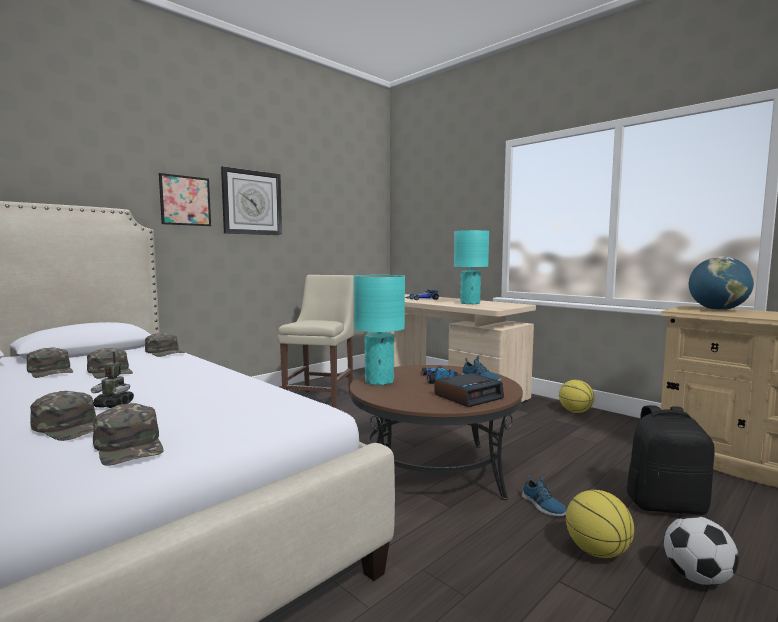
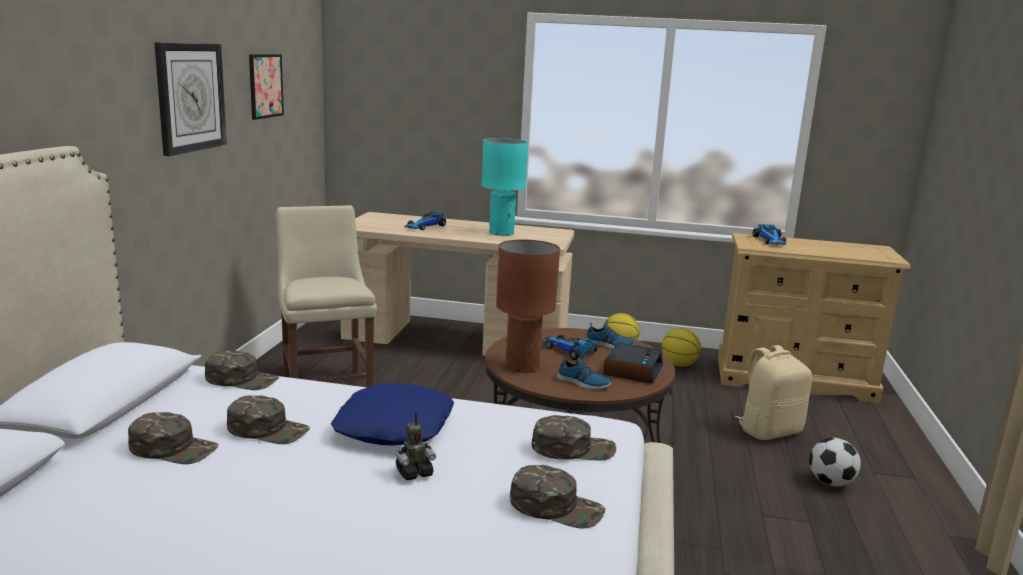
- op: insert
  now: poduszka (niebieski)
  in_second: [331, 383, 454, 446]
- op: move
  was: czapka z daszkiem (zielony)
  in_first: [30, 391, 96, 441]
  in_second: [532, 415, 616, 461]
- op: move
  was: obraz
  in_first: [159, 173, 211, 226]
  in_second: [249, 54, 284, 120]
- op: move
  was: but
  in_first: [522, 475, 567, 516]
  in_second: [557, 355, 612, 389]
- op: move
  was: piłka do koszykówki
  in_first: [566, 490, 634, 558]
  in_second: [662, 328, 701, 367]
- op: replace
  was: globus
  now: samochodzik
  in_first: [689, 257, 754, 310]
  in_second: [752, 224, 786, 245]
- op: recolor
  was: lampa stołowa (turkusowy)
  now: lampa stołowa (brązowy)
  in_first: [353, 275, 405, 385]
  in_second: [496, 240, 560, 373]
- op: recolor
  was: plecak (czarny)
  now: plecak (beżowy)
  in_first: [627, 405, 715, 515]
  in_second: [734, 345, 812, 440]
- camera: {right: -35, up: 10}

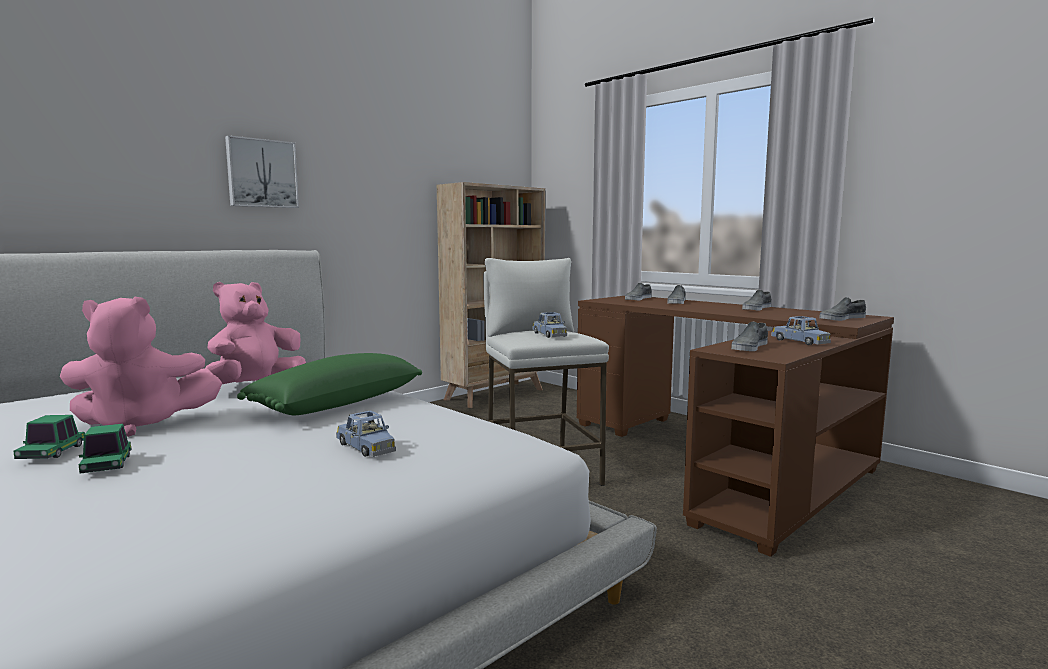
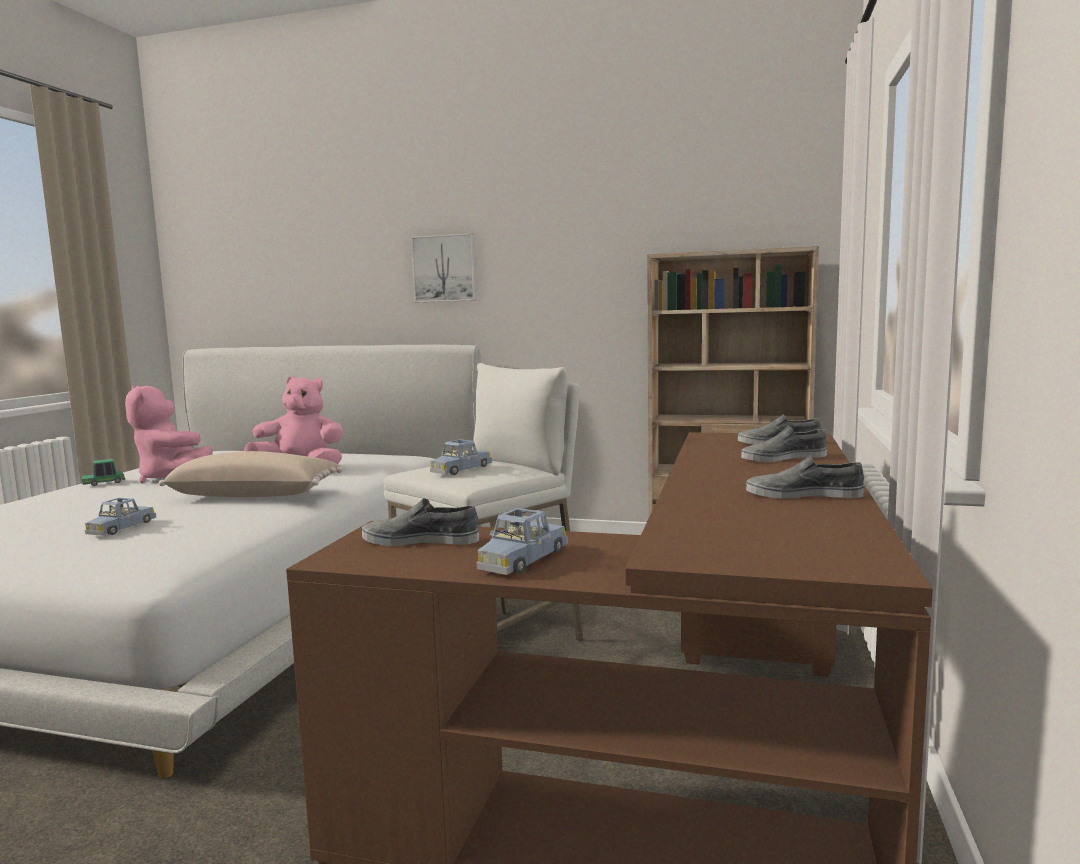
- op: delete
  was: samochodzik
  in_first: [79, 424, 131, 474]
- op: delete
  was: but (szary)
  in_first: [819, 297, 866, 321]
- op: recolor
  was: poduszka (zielony)
  now: poduszka (beżowy)
  in_first: [237, 353, 422, 415]
  in_second: [159, 451, 343, 497]
- camera: {right: 60, up: 0}

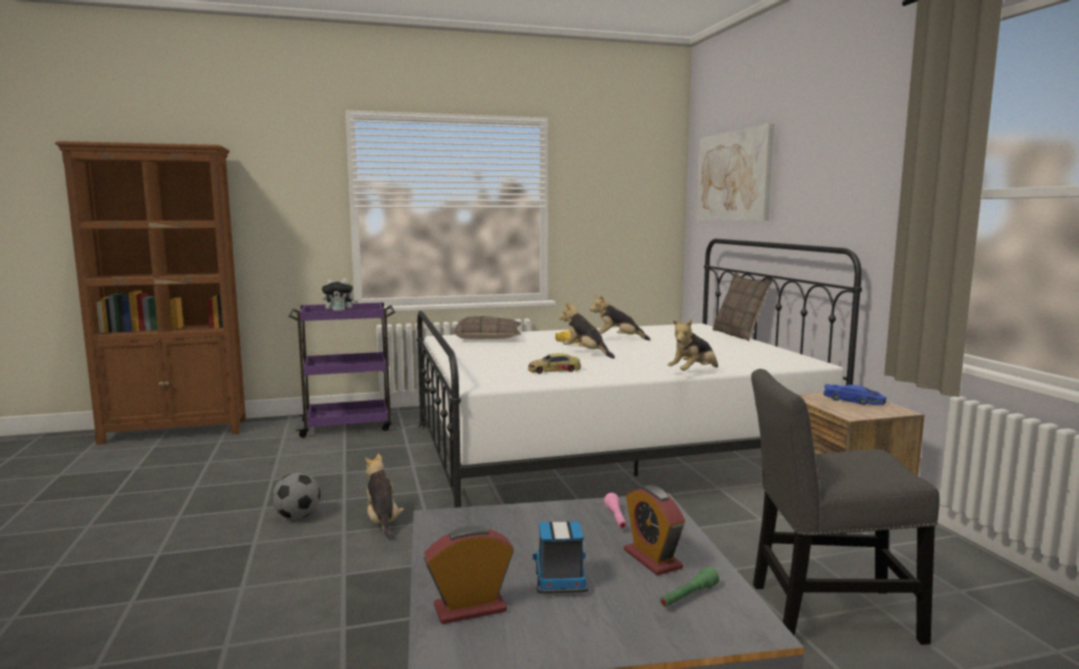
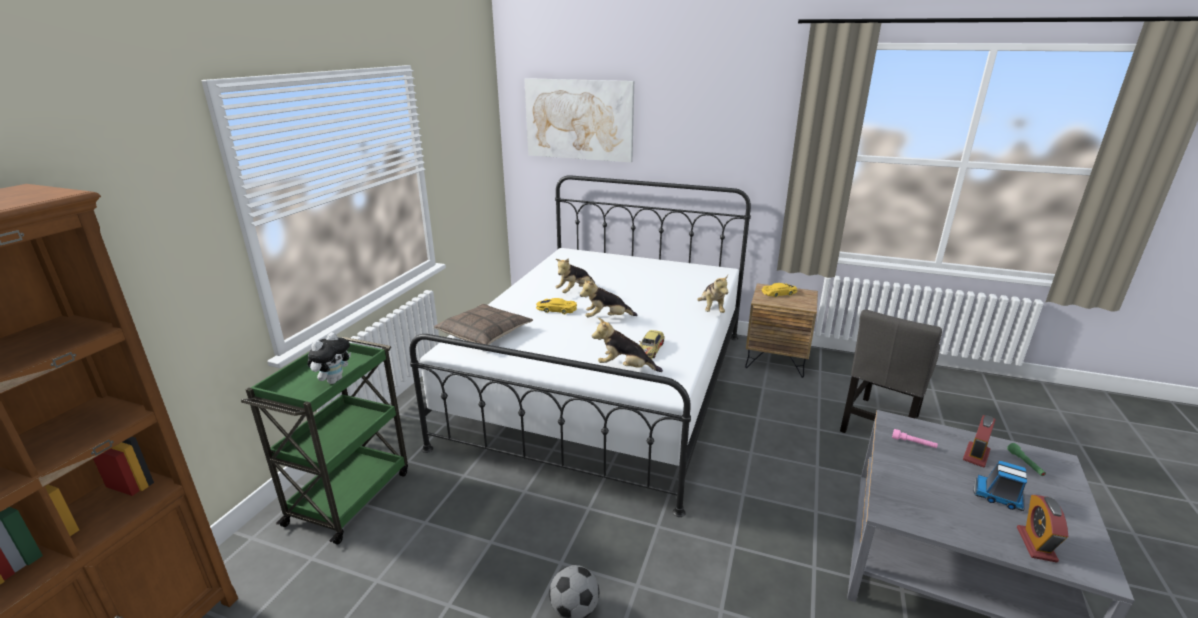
- op: delete
  was: poduszka
  in_first: [713, 273, 773, 341]
- op: move
  was: pluszak
  in_first: [365, 453, 404, 541]
  in_second: [592, 318, 663, 372]
- op: recolor
  was: wózek (fioletowy)
  now: wózek (zielony)
  in_first: [288, 302, 395, 438]
  in_second: [241, 337, 408, 545]
- op: recolor
  was: samochodzik (niebieski)
  now: samochodzik (żółty)
  in_first: [823, 384, 886, 405]
  in_second: [762, 283, 797, 298]
- op: rotate
  was: budzik
  in_first: [624, 485, 685, 576]
  in_second: [963, 415, 996, 468]
  clockwise: 120
- camera: {right: -55, up: 15}

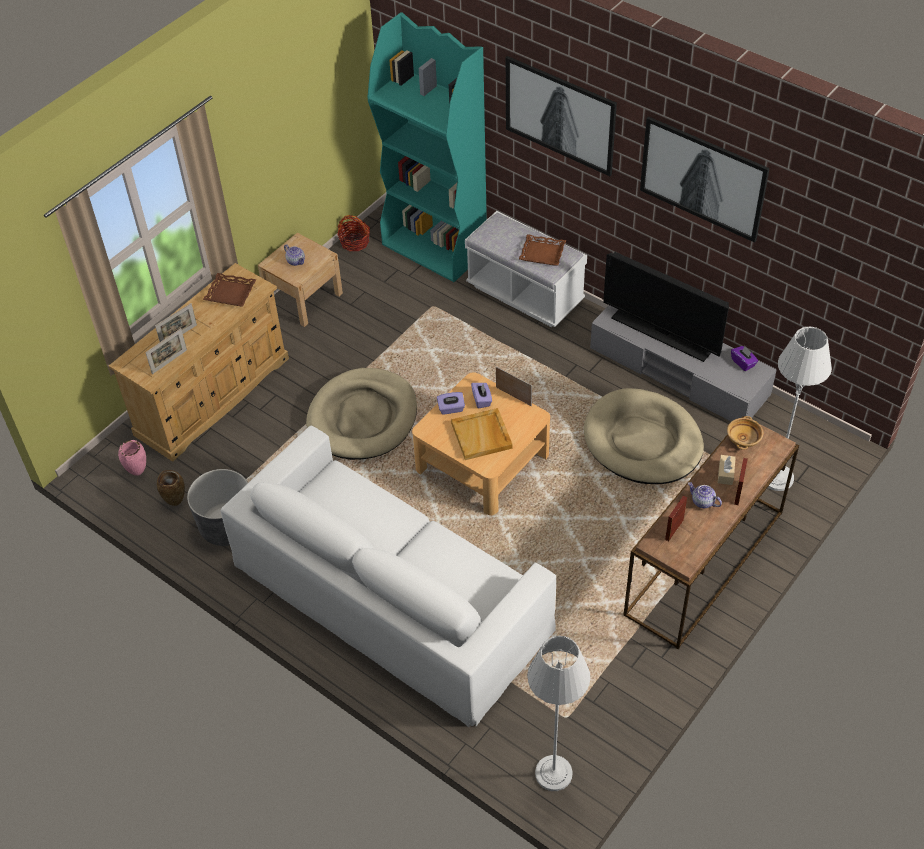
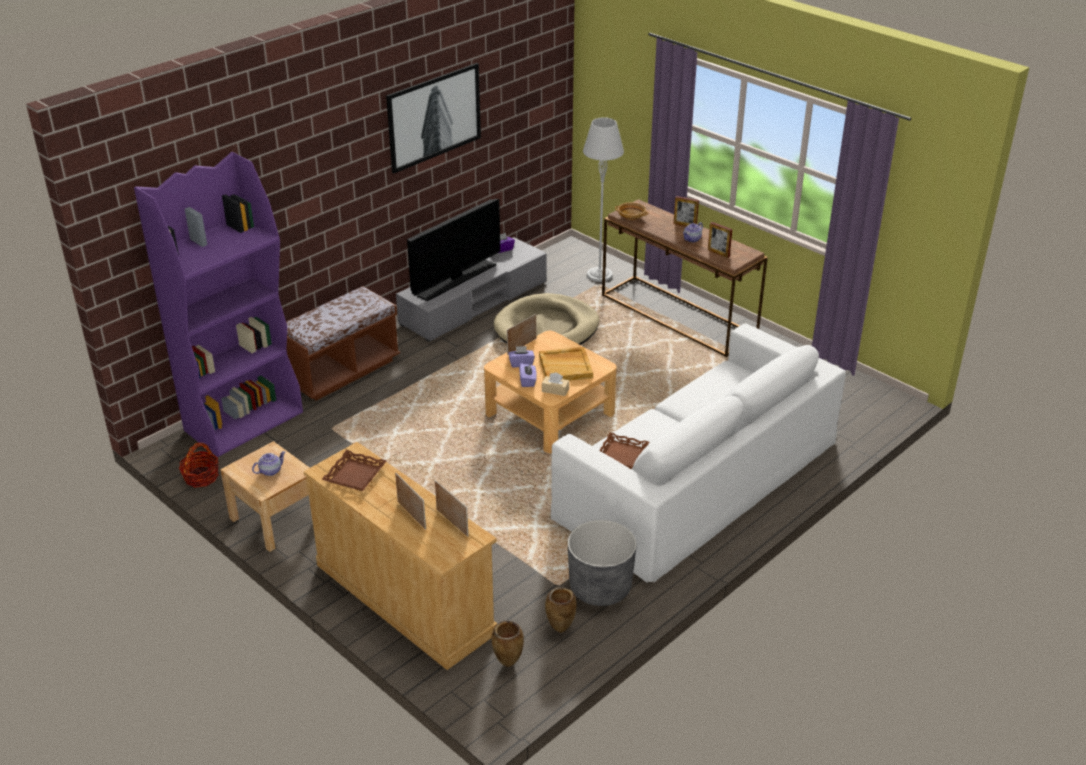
- op: delete
  was: legowisko (beżowy)
  in_first: [306, 368, 417, 460]
- op: delete
  was: obraz
  in_first: [506, 56, 617, 176]
- op: delete
  was: lampa stojąca (szary)
  in_first: [527, 636, 591, 791]
- op: move
  was: taca (brązowy)
  in_first: [519, 234, 566, 266]
  in_second: [600, 432, 649, 469]
- op: move
  was: pudełko chusteczek (beżowy)
  in_first: [718, 455, 736, 485]
  in_second: [542, 372, 569, 396]
- op: recolor
  was: wazon (różowy)
  now: wazon (brązowy)
  in_first: [118, 440, 146, 476]
  in_second: [491, 621, 524, 667]
- op: recolor
  was: regał (turkusowy)
  now: regał (fioletowy)
  in_first: [368, 12, 487, 282]
  in_second: [134, 152, 303, 457]
- op: recolor
  was: ławka (biały)
  now: ławka (brązowy)
  in_first: [465, 211, 587, 327]
  in_second: [286, 286, 400, 401]
- camera: {right: -85, up: -15}

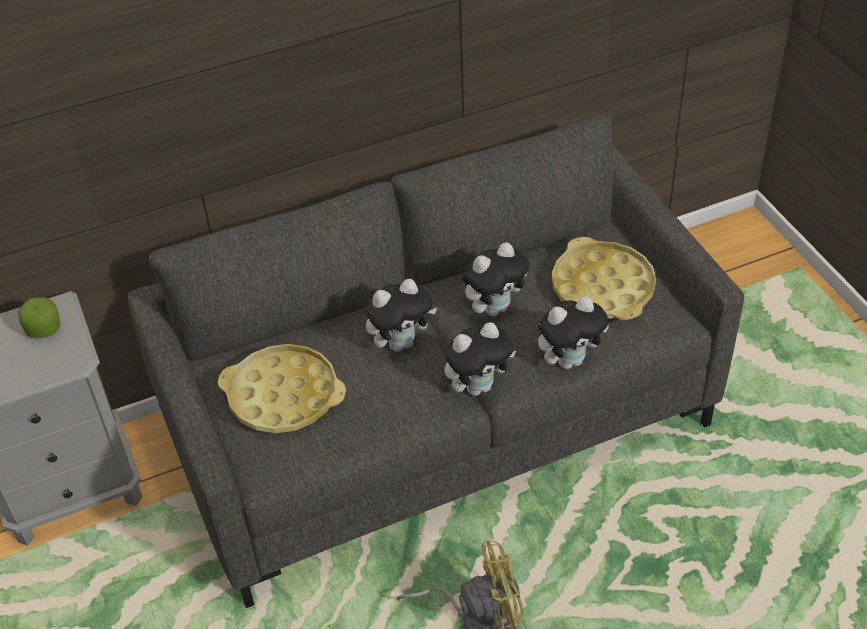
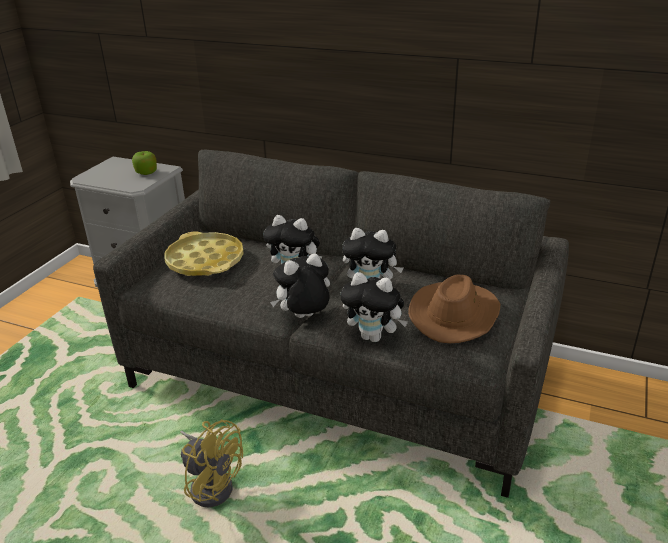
- op: replace
  was: taca (żółty)
  now: kapelusz (brązowy)
  in_first: [552, 237, 656, 320]
  in_second: [408, 275, 500, 343]
- op: rotate
  was: pluszak
  in_first: [445, 322, 516, 396]
  in_second: [270, 253, 330, 318]
  clockwise: 135
- camera: {right: 45, up: -15}

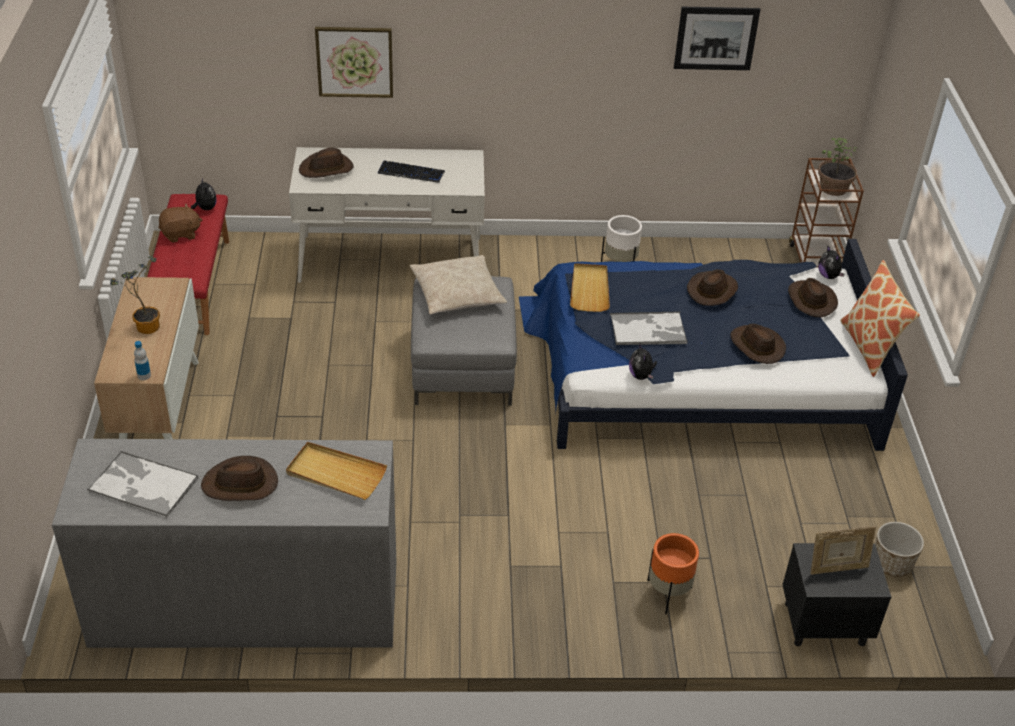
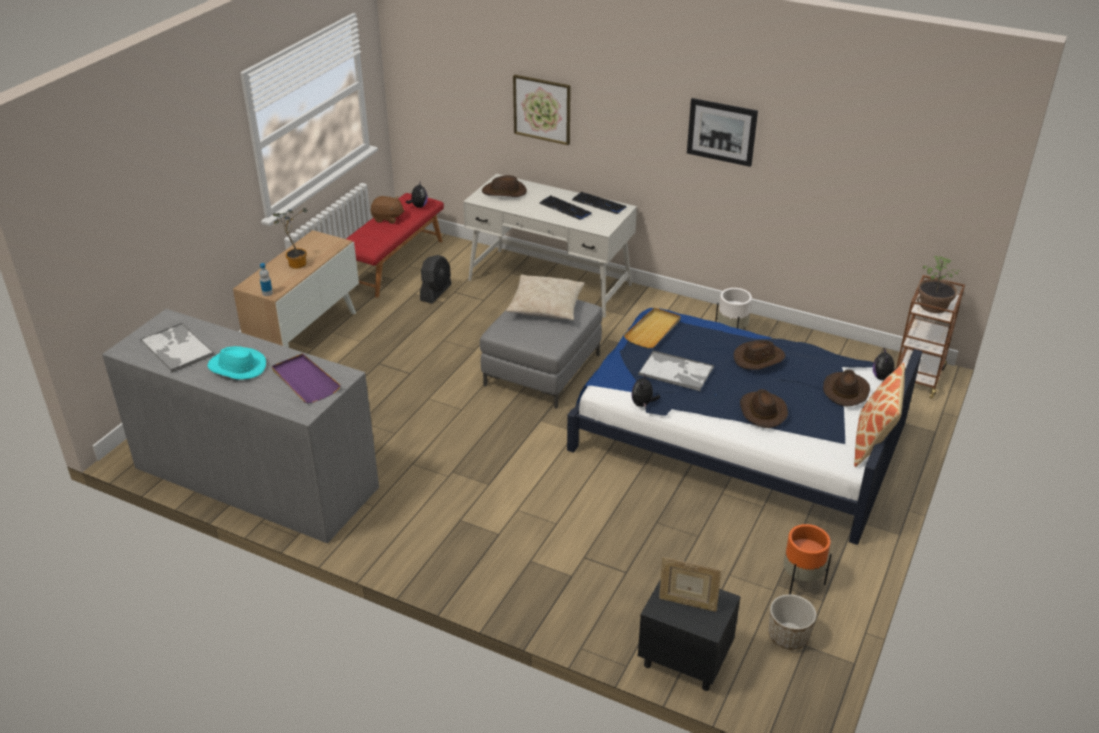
- op: insert
  now: wentylator (czarny)
  in_second: [420, 255, 452, 304]
- op: insert
  now: klawiatura
  in_second: [572, 192, 626, 214]
- op: move
  was: donica (pomarańczowy)
  in_first: [647, 533, 699, 614]
  in_second: [784, 524, 832, 594]
- op: move
  was: obraz
  in_first: [674, 7, 760, 70]
  in_second: [687, 98, 758, 167]
- op: recolor
  was: kapelusz (brązowy)
  now: kapelusz (turkusowy)
  in_first: [201, 456, 278, 501]
  in_second: [207, 346, 266, 380]
- op: recolor
  was: taca (beżowy)
  now: taca (fioletowy)
  in_first: [286, 442, 387, 500]
  in_second: [272, 353, 341, 403]
- camera: {right: 30, up: -5}

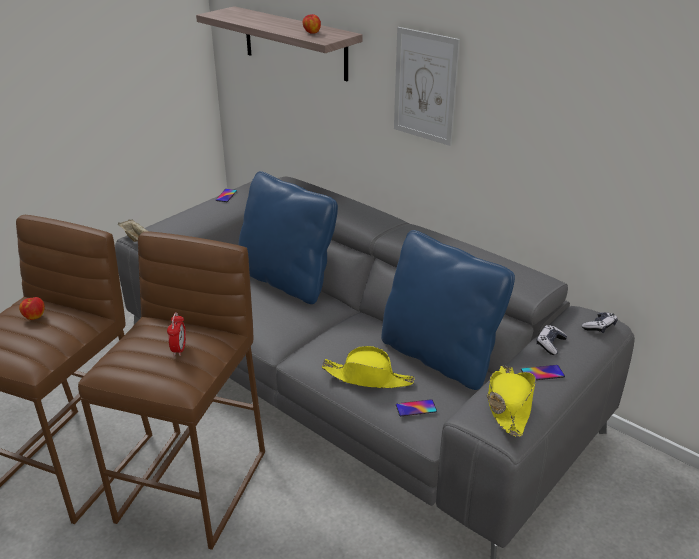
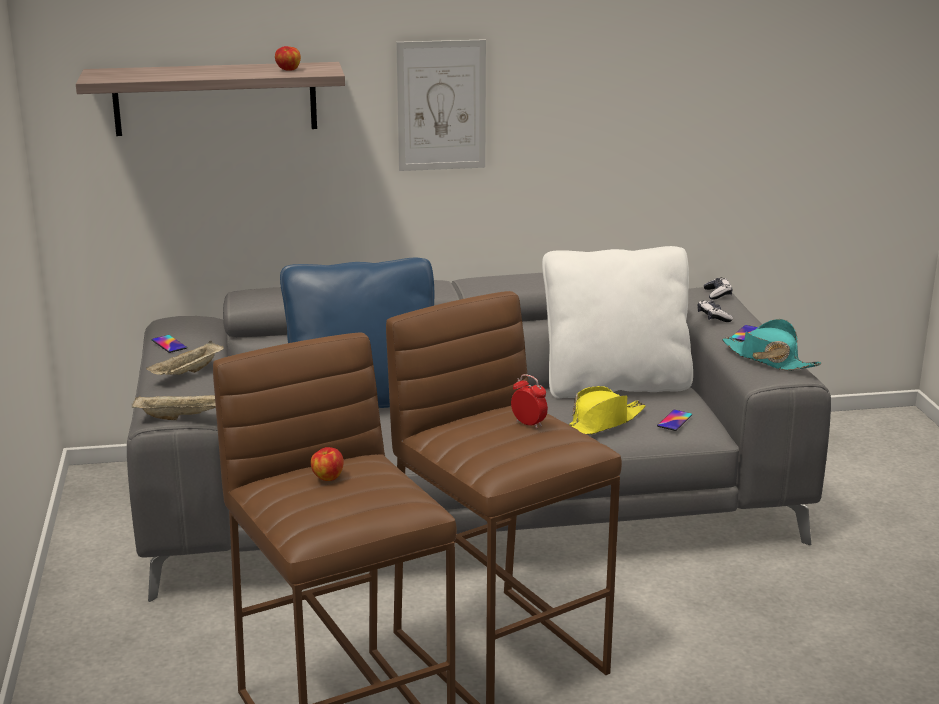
- op: insert
  now: taca (beżowy)
  in_second: [146, 341, 224, 375]
- op: recolor
  was: poduszka (niebieski)
  now: poduszka (biały)
  in_first: [381, 230, 515, 390]
  in_second: [542, 246, 693, 399]
- op: recolor
  was: kapelusz (żółty)
  now: kapelusz (turkusowy)
  in_first: [487, 365, 536, 437]
  in_second: [722, 319, 821, 371]
- camera: {right: -50, up: -10}

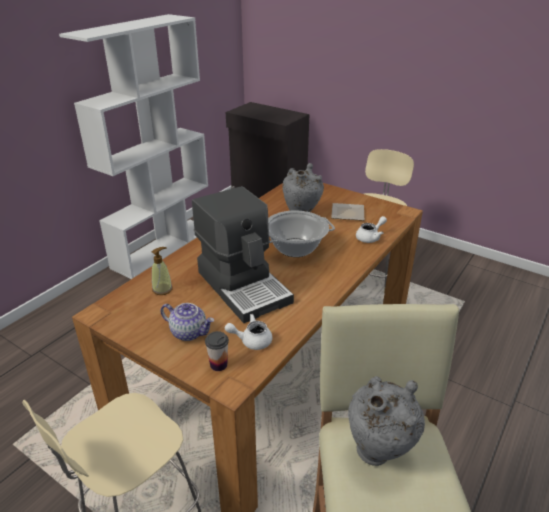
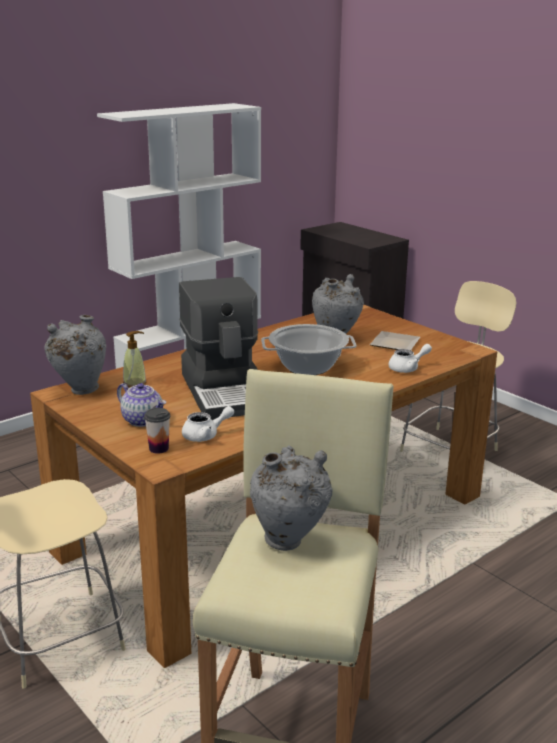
- op: insert
  now: wazon (szary)
  in_second: [44, 315, 106, 395]
- op: rotate
  was: imbryk (biały)
  in_first: [225, 314, 272, 350]
  in_second: [182, 406, 234, 442]
  clockwise: 150
- camera: {right: 15, up: -10}

